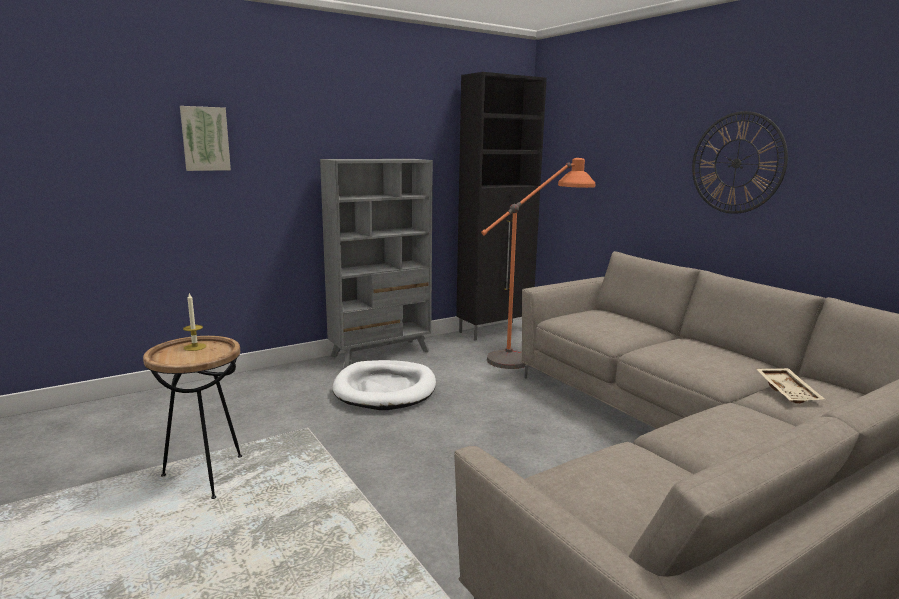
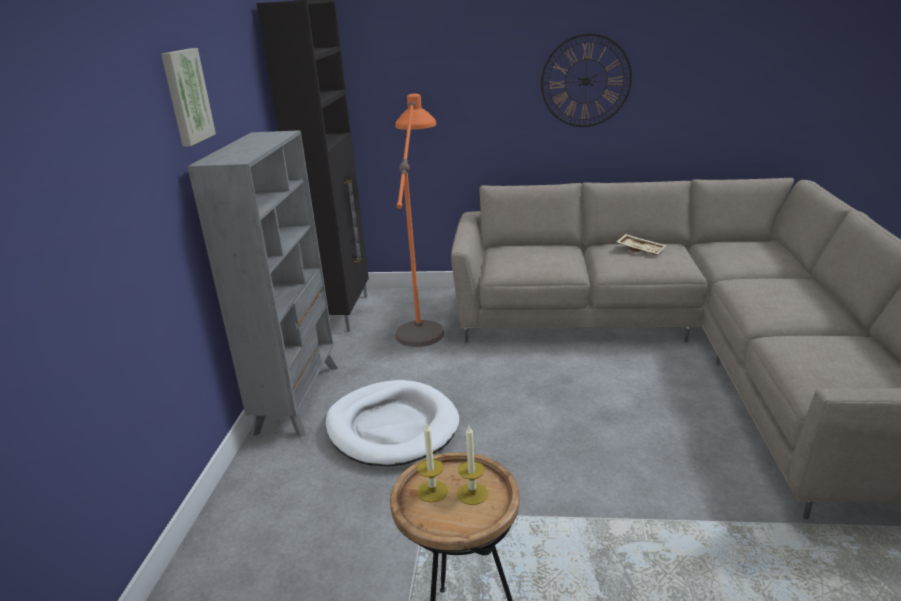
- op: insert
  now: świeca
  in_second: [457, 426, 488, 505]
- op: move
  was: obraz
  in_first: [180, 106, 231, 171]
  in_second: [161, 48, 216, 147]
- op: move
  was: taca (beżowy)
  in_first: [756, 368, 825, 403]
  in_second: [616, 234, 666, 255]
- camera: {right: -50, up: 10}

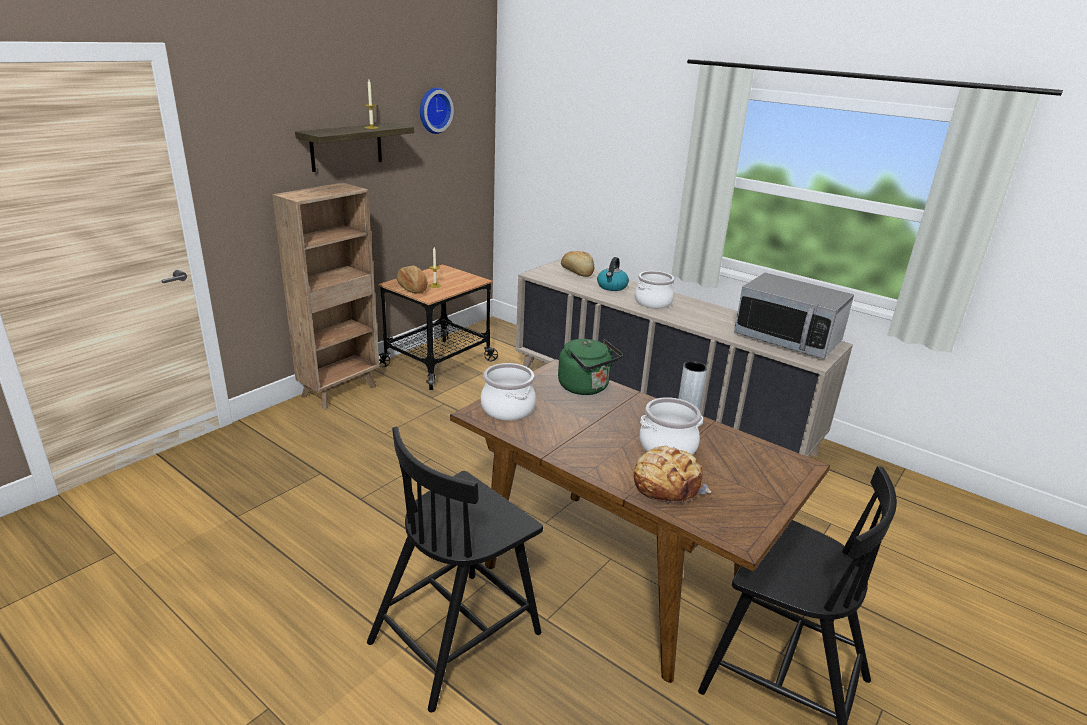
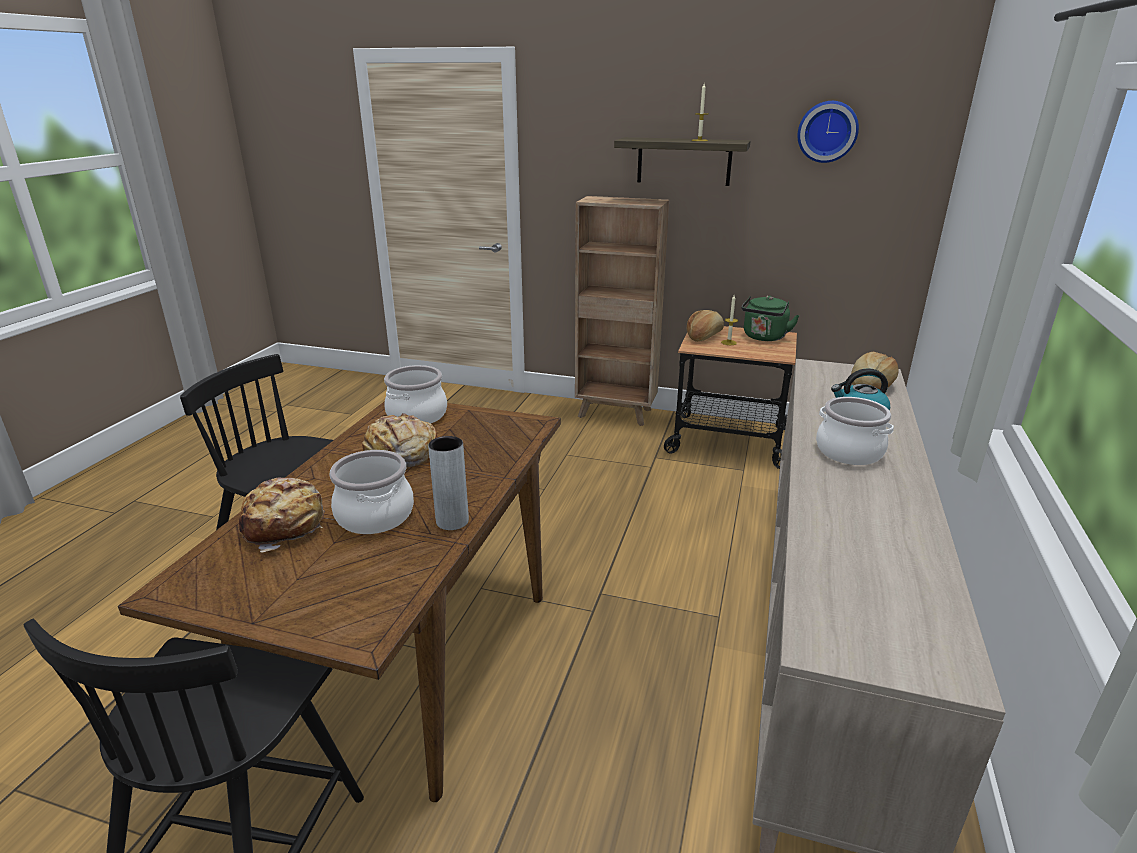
- op: delete
  was: mikrofalówka
  in_first: [734, 273, 854, 359]
- op: insert
  now: chleb
  in_second: [362, 413, 438, 468]
- op: move
  was: czajnik (zielony)
  in_first: [558, 339, 623, 395]
  in_second: [741, 296, 800, 341]
- camera: {right: 70, up: 0}

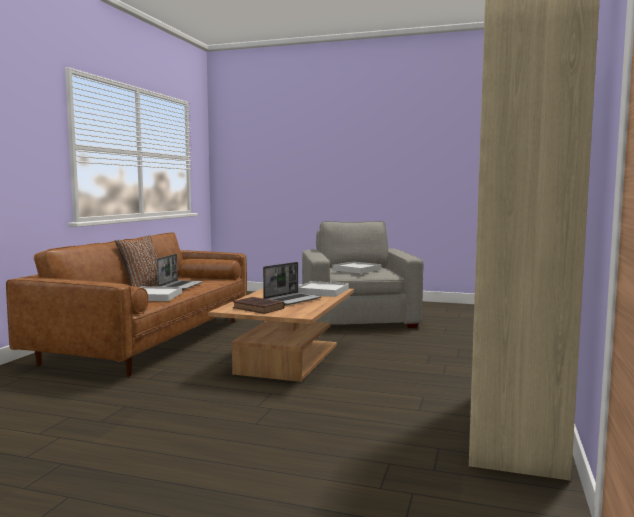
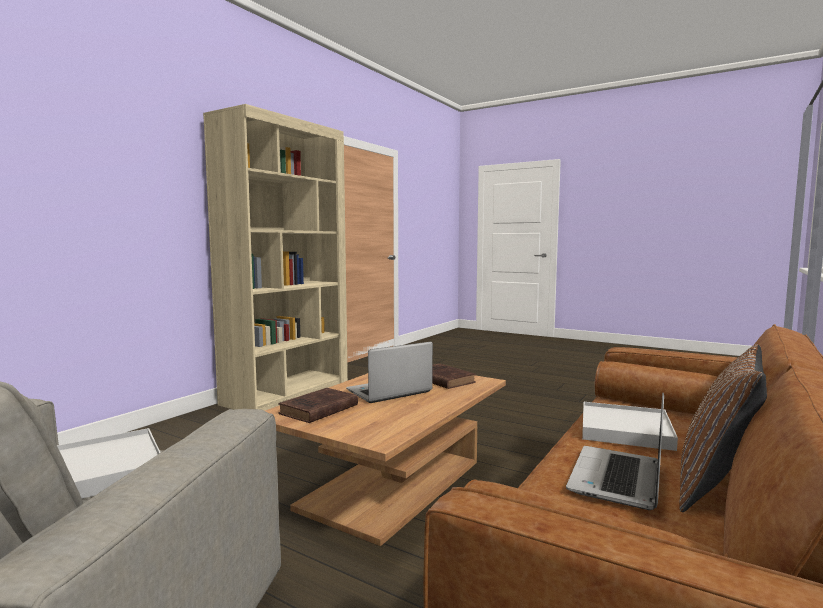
- op: replace
  was: taca (biały)
  now: książka (brązowy)
  in_first: [298, 281, 349, 297]
  in_second: [278, 388, 358, 423]
- camera: {right: -165, up: 0}

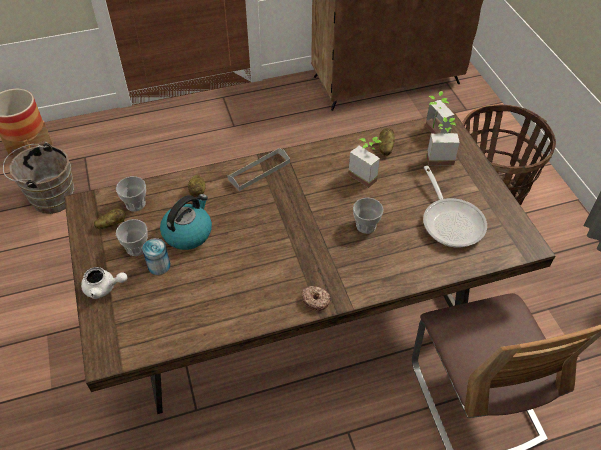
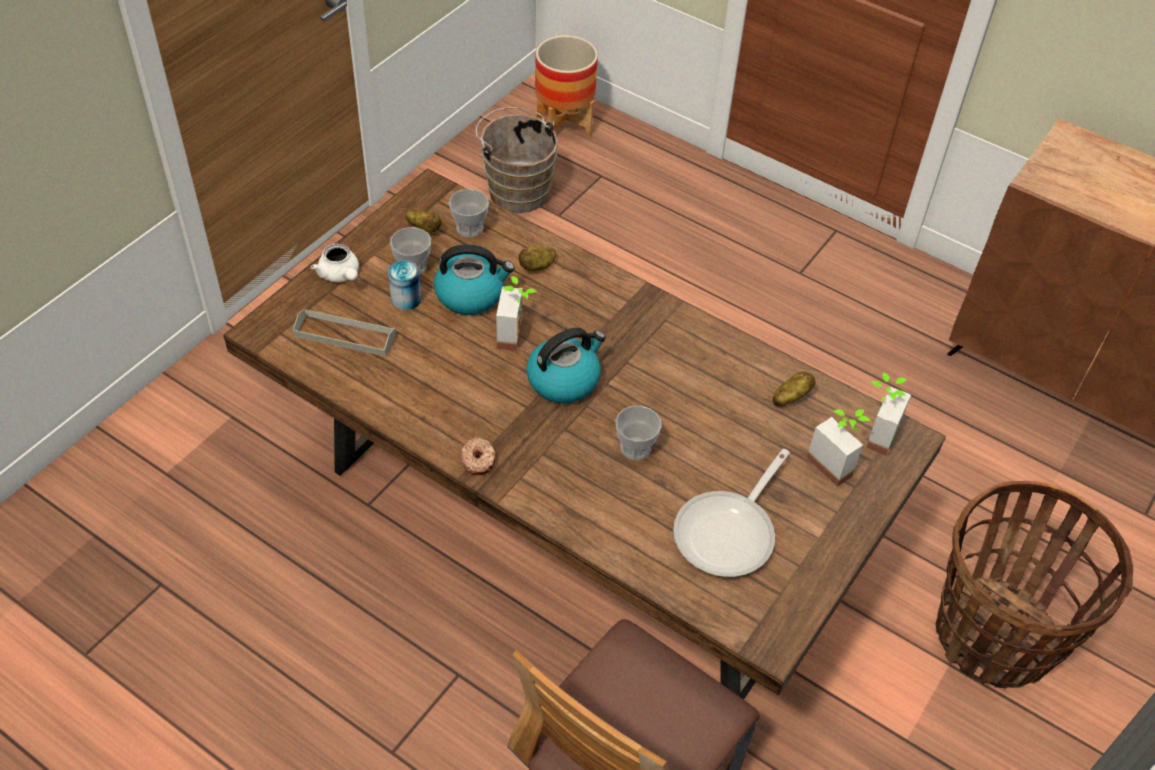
- op: insert
  now: czajnik
  in_second: [526, 328, 606, 403]
- op: move
  was: taca (szary)
  in_first: [227, 148, 290, 191]
  in_second: [293, 309, 396, 356]
- op: move
  was: roślina doniczkowa
  in_first: [348, 137, 382, 188]
  in_second: [496, 276, 537, 351]
- camera: {right: 50, up: 0}

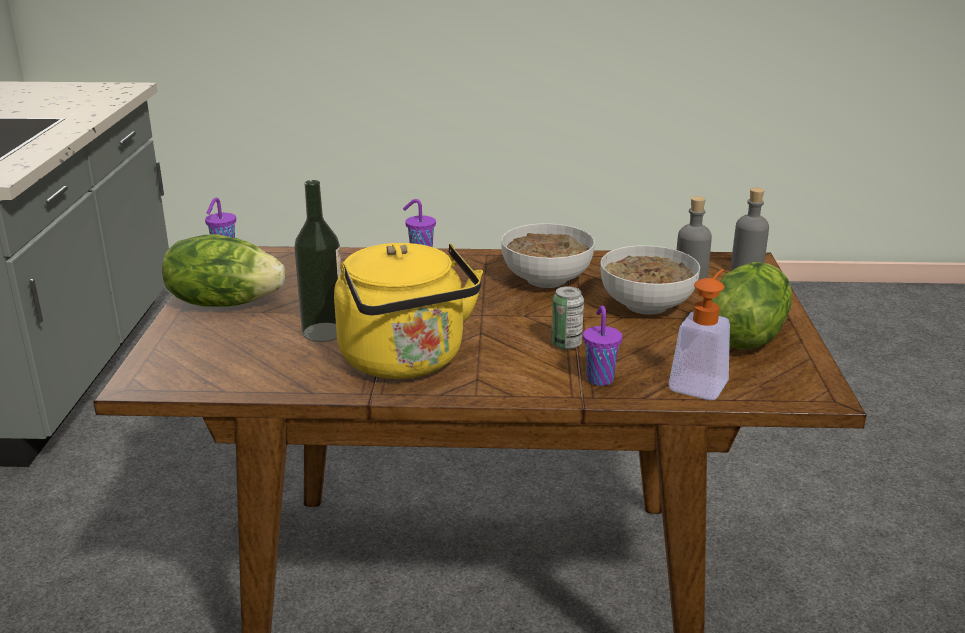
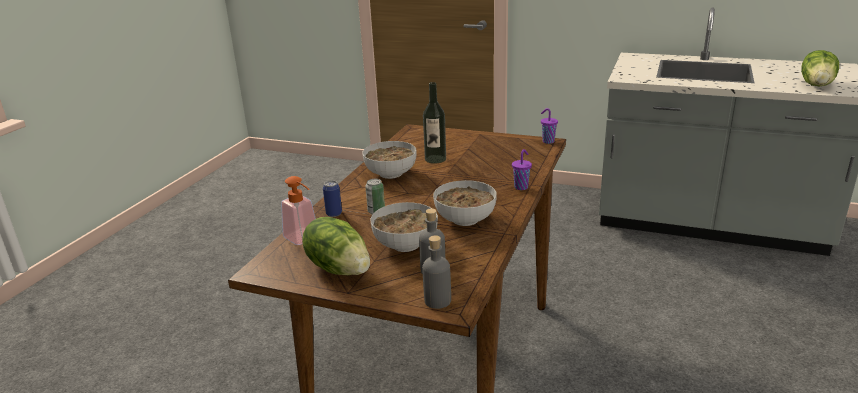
- op: move
  was: sałata
  in_first: [162, 234, 285, 307]
  in_second: [801, 50, 839, 87]
- op: replace
  was: czajnik (żółty)
  now: miska
  in_first: [334, 243, 483, 379]
  in_second: [362, 141, 417, 179]
- op: replace
  was: filiżanka (fioletowy)
  now: puszka
  in_first: [583, 306, 622, 386]
  in_second: [323, 180, 342, 217]
- camera: {right: 110, up: 0}

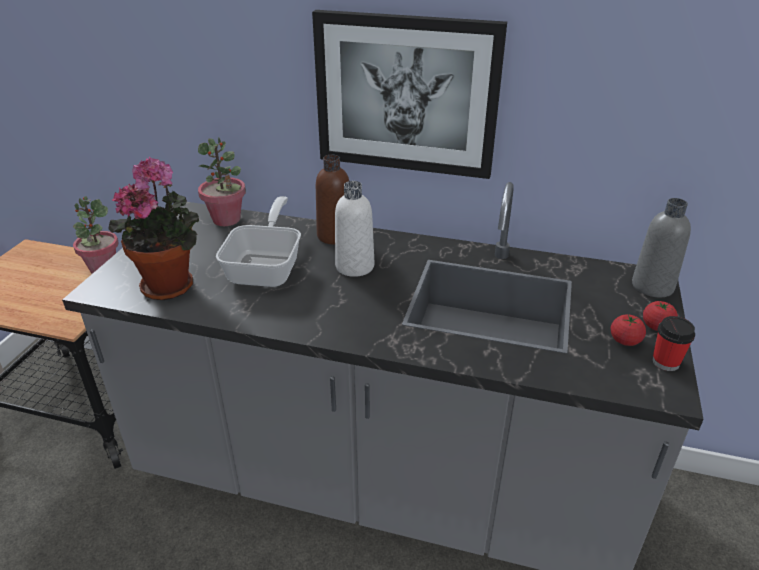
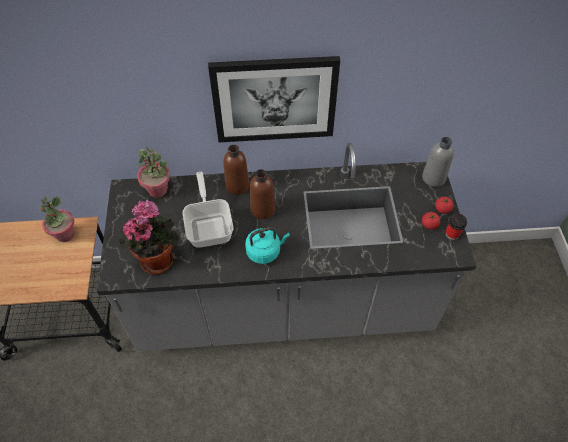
- op: insert
  now: czajnik (turkusowy)
  in_second: [245, 227, 290, 264]
- op: recolor
  was: butelka (biały)
  now: butelka (brązowy)
  in_first: [335, 181, 374, 277]
  in_second: [250, 169, 275, 220]
- camera: {right: -20, up: 20}

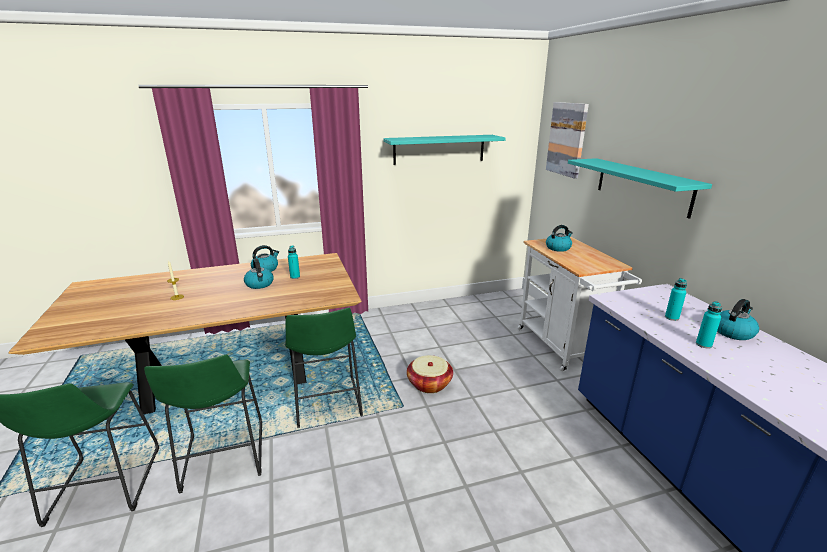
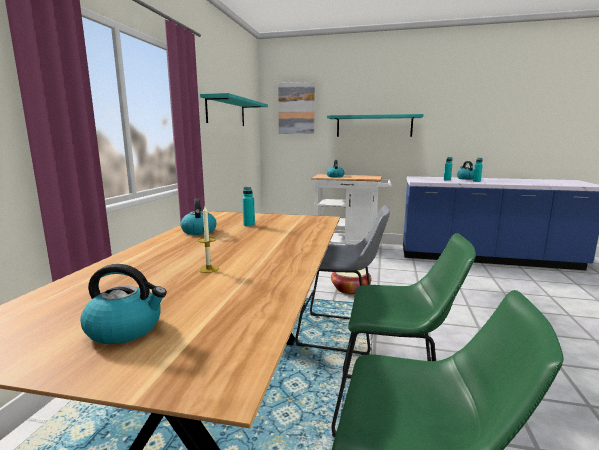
- op: move
  was: czajnik
  in_first: [244, 258, 274, 289]
  in_second: [80, 264, 167, 344]
- op: recolor
  was: stołek (zielony)
  now: stołek (szary)
  in_first: [285, 308, 363, 428]
  in_second: [295, 205, 390, 355]
- camera: {right: -60, up: -10}

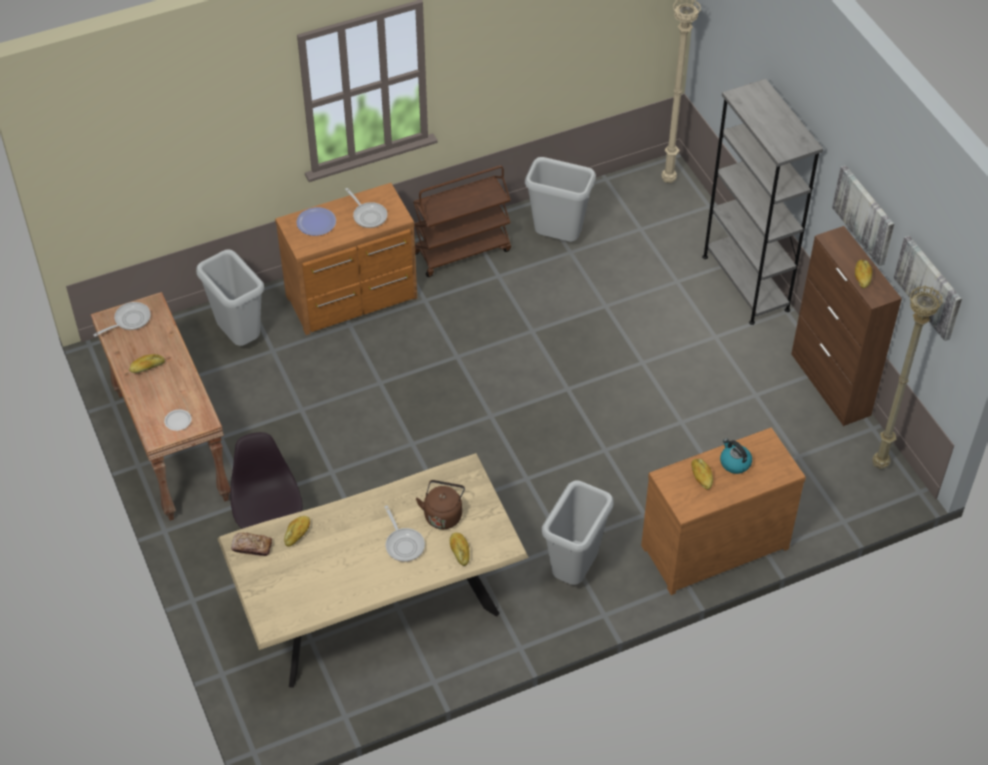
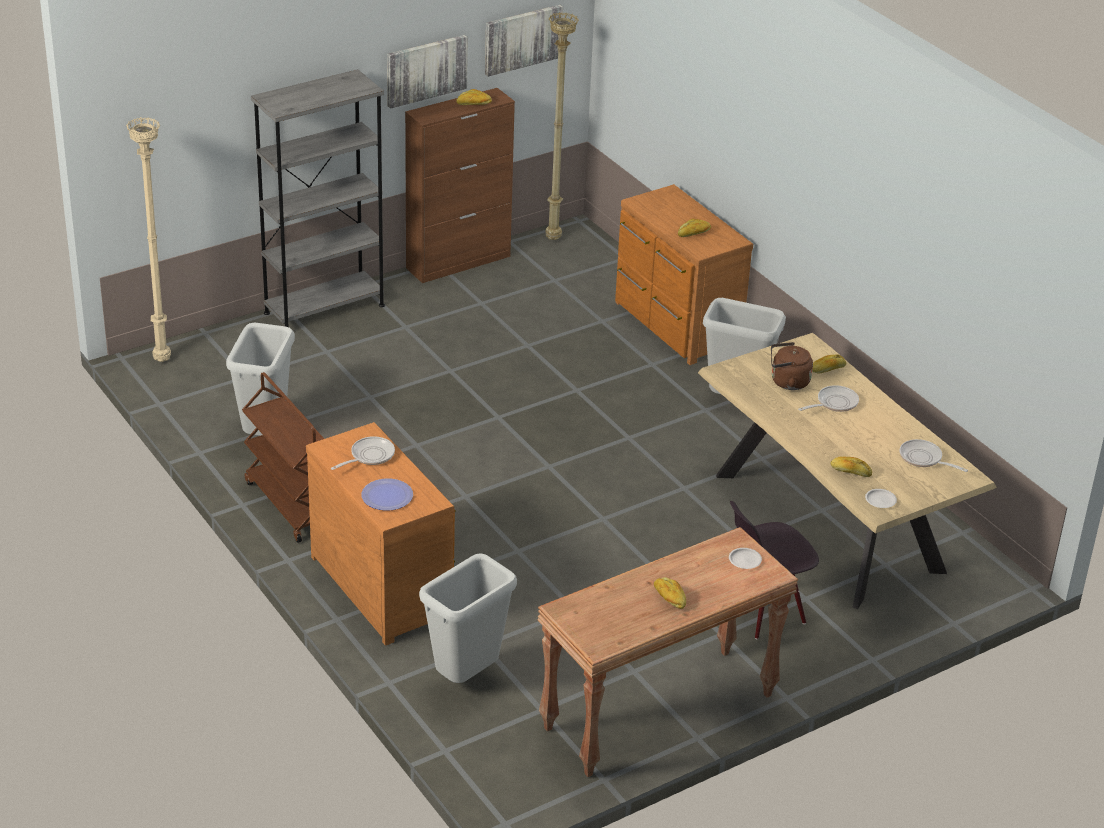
- op: delete
  was: czajnik
  in_first: [720, 438, 752, 474]
- op: move
  was: patelnia
  in_first: [93, 302, 151, 337]
  in_second: [900, 439, 968, 472]
- op: replace
  was: chleb
  now: talerz (biały)
  in_first: [231, 533, 272, 556]
  in_second: [865, 489, 897, 508]
- camera: {right: -100, up: -15}

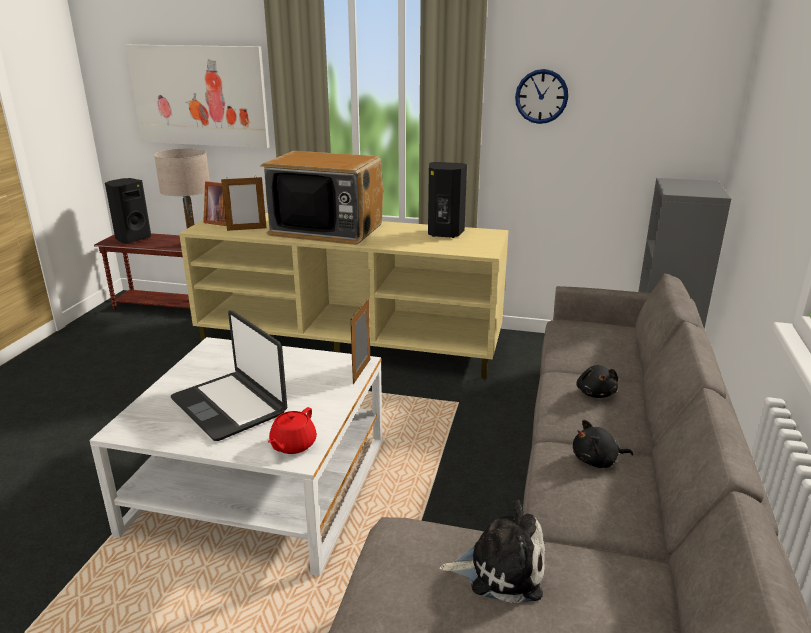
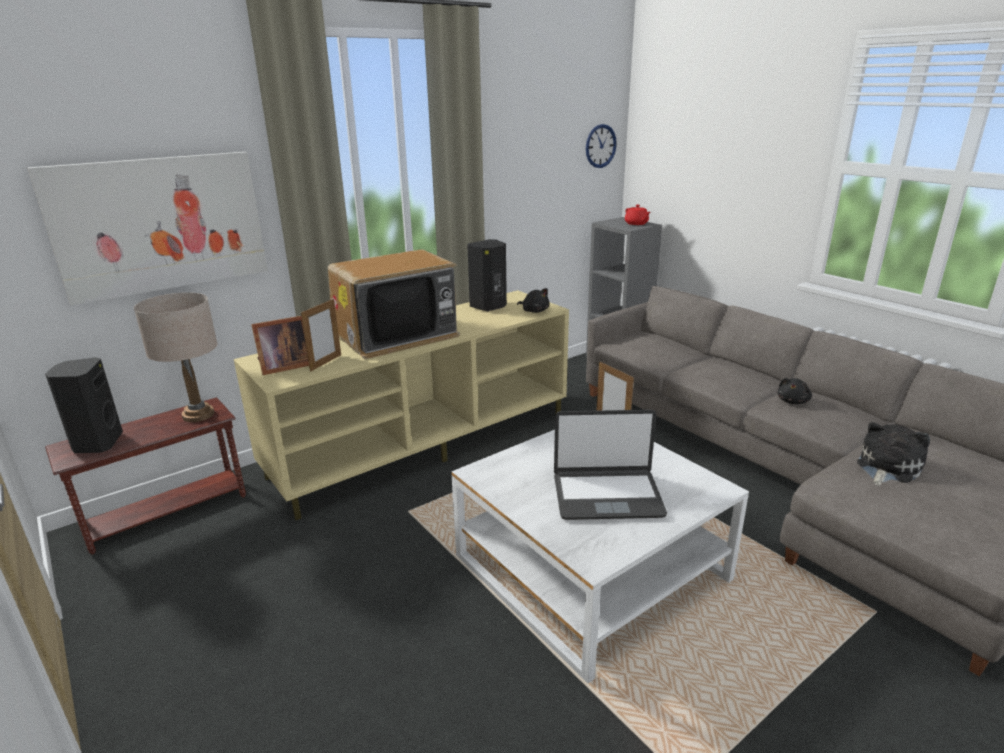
- op: move
  was: imbryk (czerwony)
  in_first: [268, 407, 317, 454]
  in_second: [625, 205, 650, 225]
- op: move
  was: zegar ścienny
  in_first: [515, 69, 568, 124]
  in_second: [586, 124, 617, 168]
- op: move
  was: pluszak (czarny)
  in_first: [576, 365, 618, 398]
  in_second: [517, 288, 549, 313]
- camera: {right: -50, up: 0}

